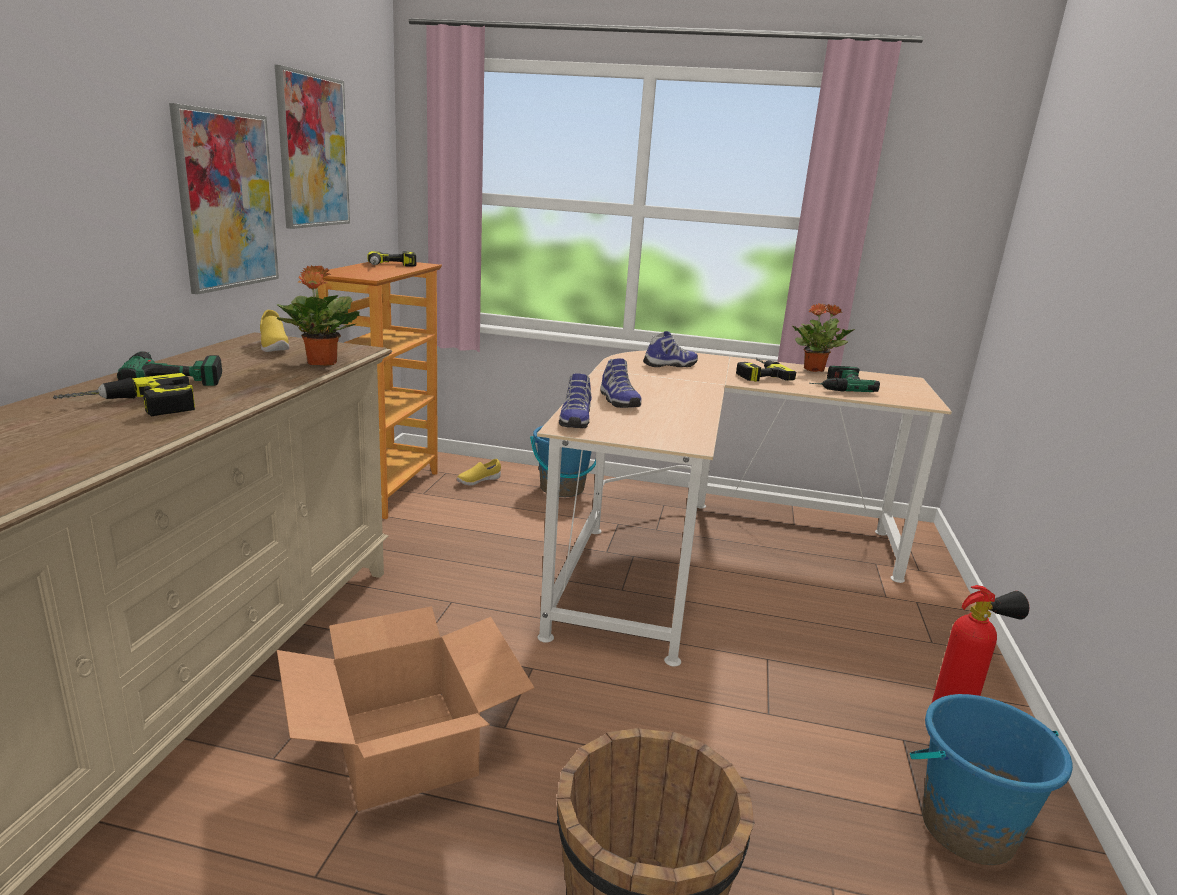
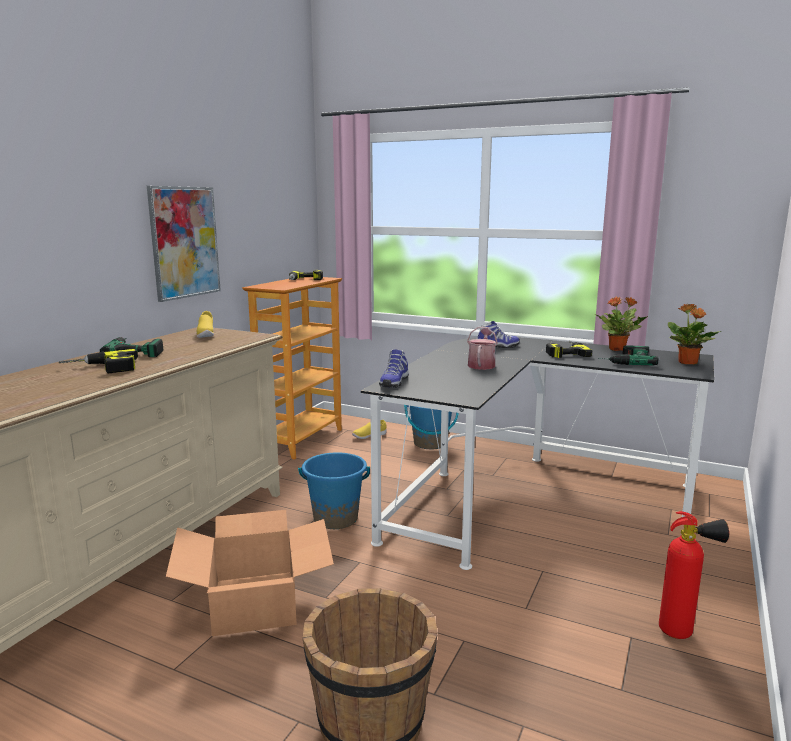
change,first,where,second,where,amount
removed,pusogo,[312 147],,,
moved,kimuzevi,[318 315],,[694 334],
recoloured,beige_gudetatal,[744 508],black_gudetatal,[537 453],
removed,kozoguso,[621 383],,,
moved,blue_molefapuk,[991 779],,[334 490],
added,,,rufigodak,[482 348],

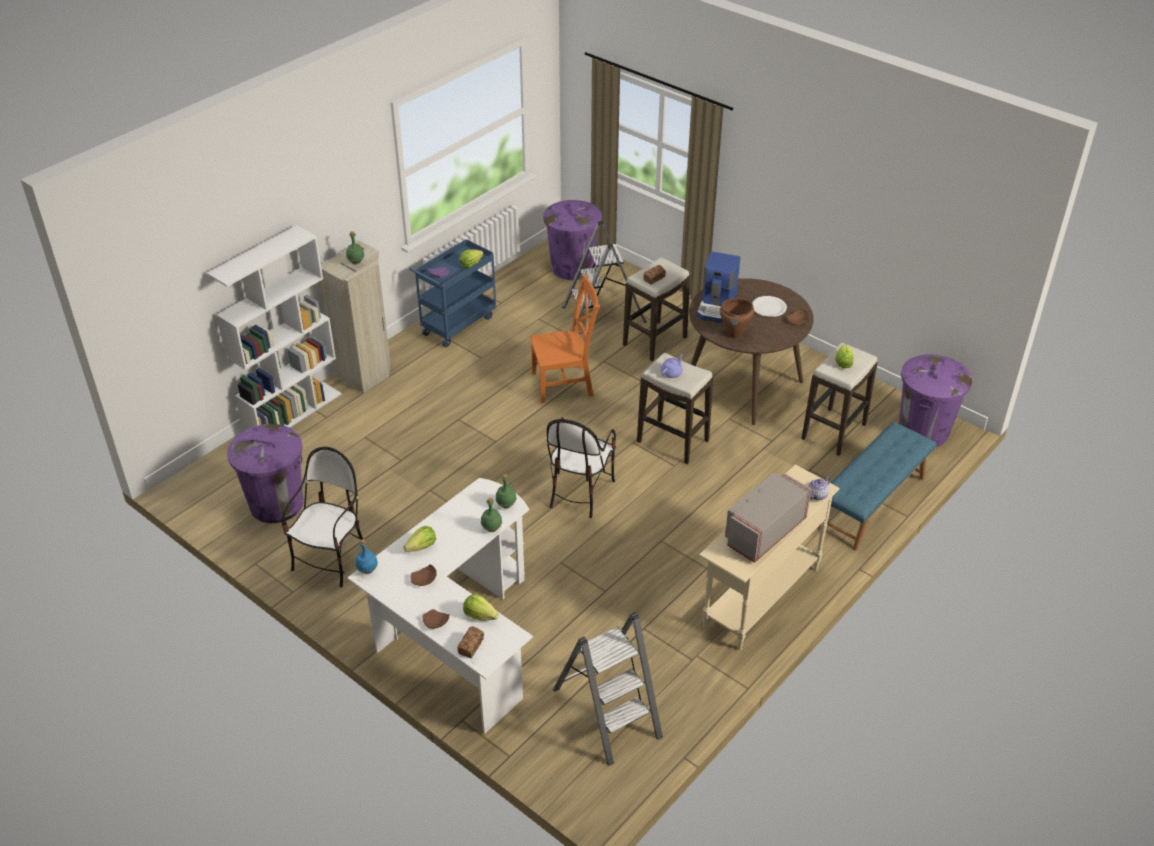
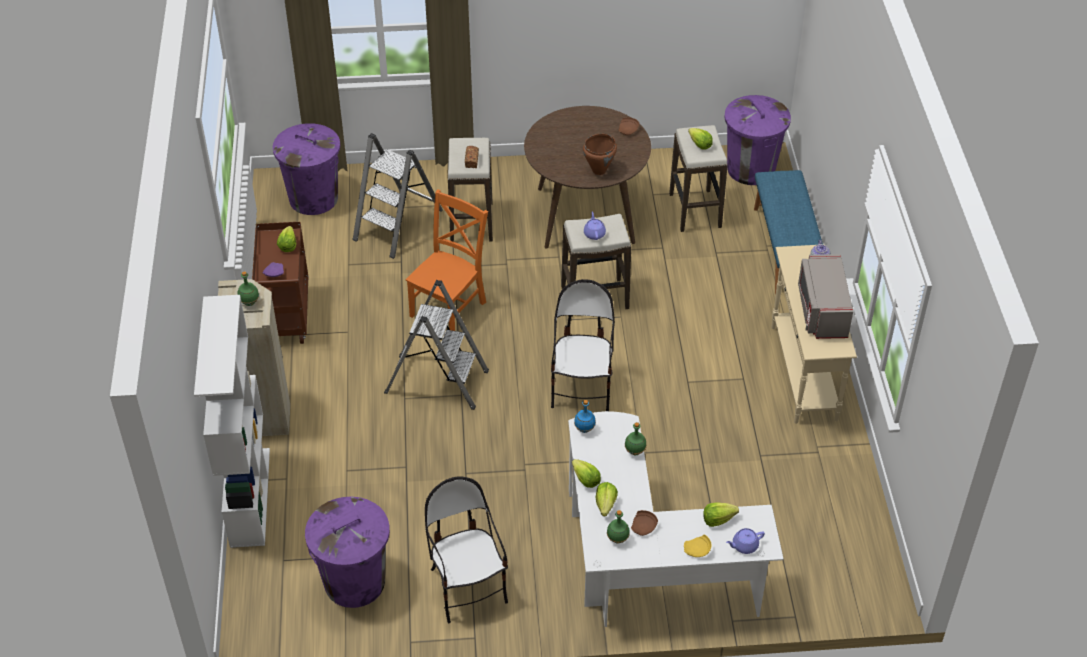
change,first,where,second,where,amount
recoloured,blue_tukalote,[452 293],brown_tukalote,[280 283],
removed,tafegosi,[718 287],,,
removed,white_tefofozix,[769 306],,,
turned,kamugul,[581 467],,[583 345],150 degrees counterclockwise
moved,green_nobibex,[506 491],,[618 527],
moved,blue_nobibex,[366 556],,[585 416],
recoloured,brown_tefofozix,[436 619],yellow_tefofozix,[698 546],
moved,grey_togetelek,[608 689],,[436 345],
replaced,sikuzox,[470 642],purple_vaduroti,[745 541],
added,,,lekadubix,[586 473],

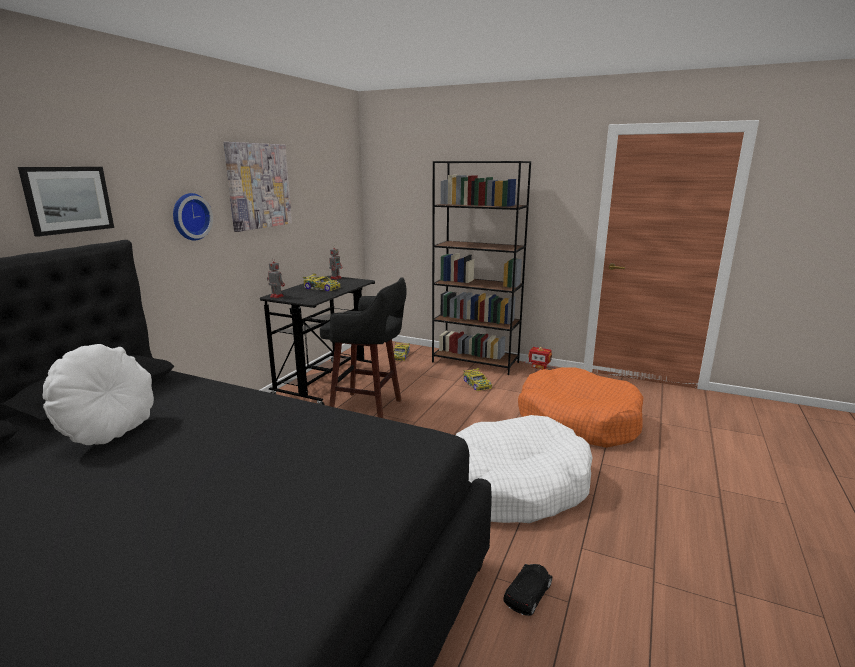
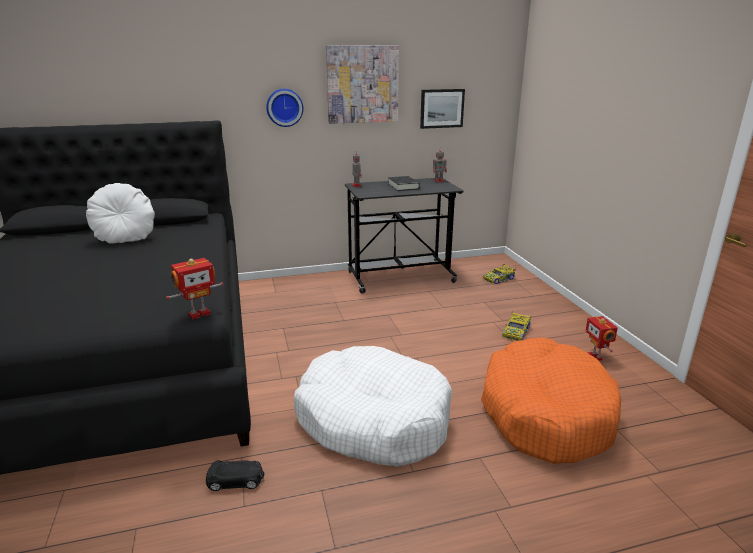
change,first,where,second,where,amount
removed,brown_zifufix,[481 268],,,
moved,pusogo,[66 202],,[442 109],
replaced,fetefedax,[322 282],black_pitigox,[404 183],
removed,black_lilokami,[363 347],,,
added,,,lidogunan,[194 288],

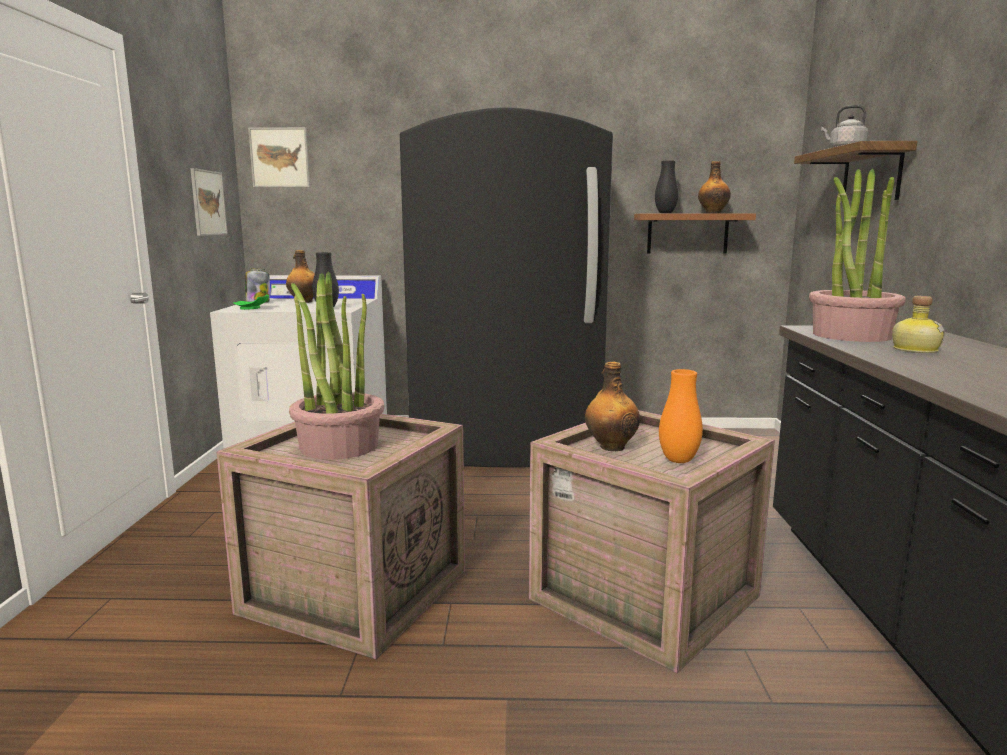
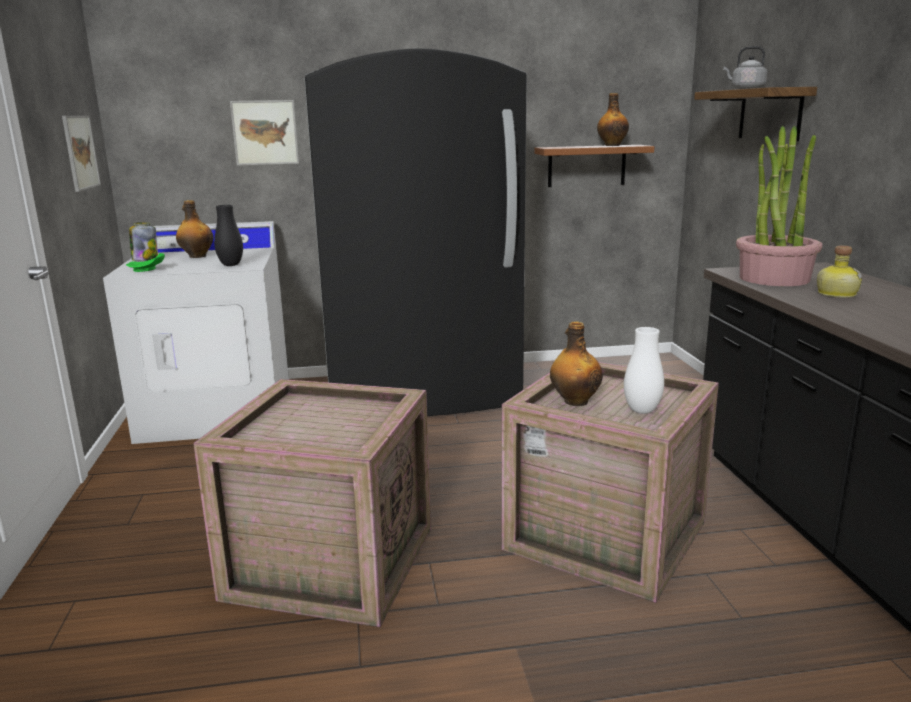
change,first,where,second,where,amount
moved,pusogo,[279 157],,[264 133],
removed,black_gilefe,[667 186],,,
removed,kimuzevi,[337 366],,,
recoloured,orange_gilefe,[681 416],white_gilefe,[644 370],

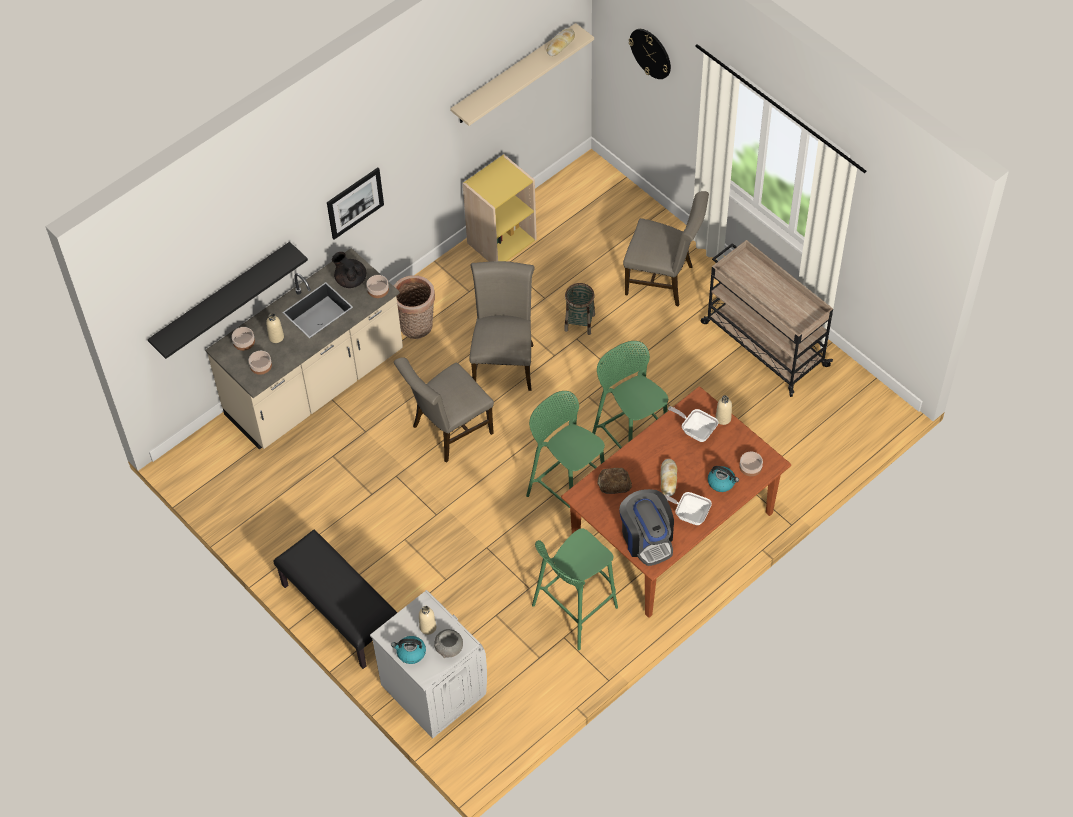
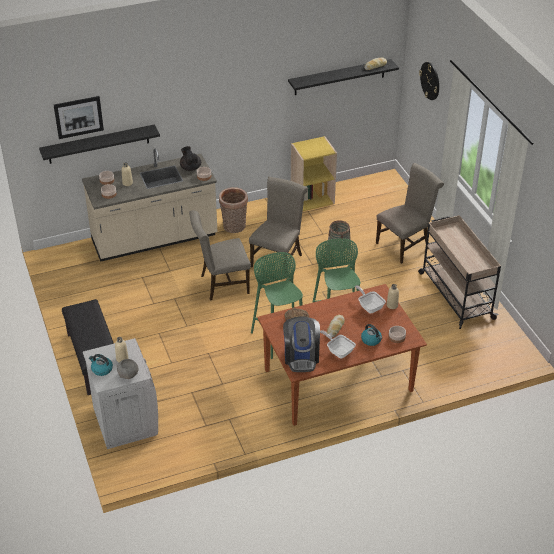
change,first,where,second,where,amount
recoloured,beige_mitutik,[522 74],black_mitutik,[343 77],
moved,pusogo,[355 204],,[79 117],
turned,beige_kamugul,[666 248],,[410 213],75 degrees counterclockwise
removed,green_lilokami,[575 589],,,

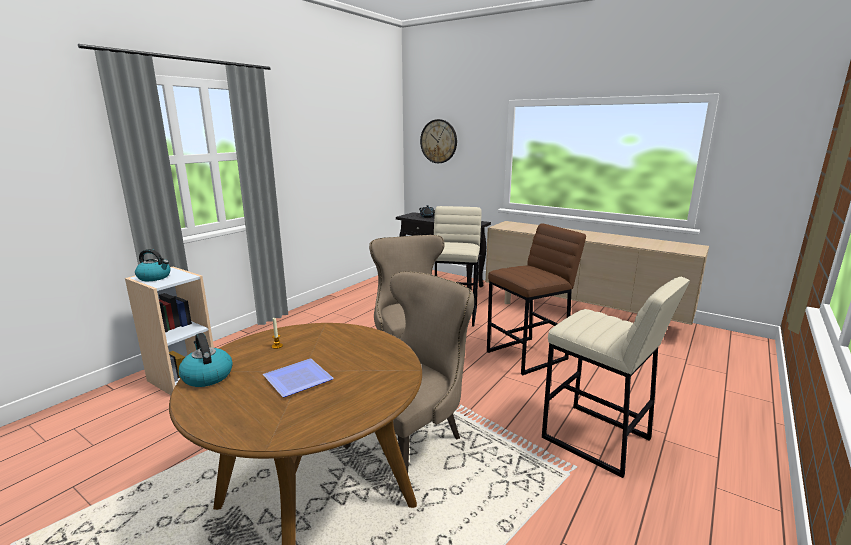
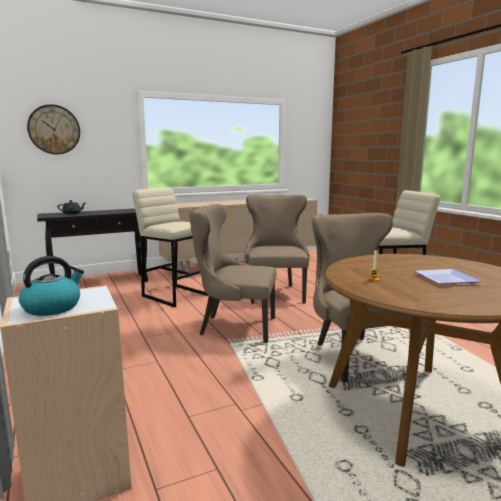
change,first,where,second,where,amount
replaced,brown_lilokami,[536 299],beige_kamugul,[277 249],
removed,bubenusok,[206 360],,,

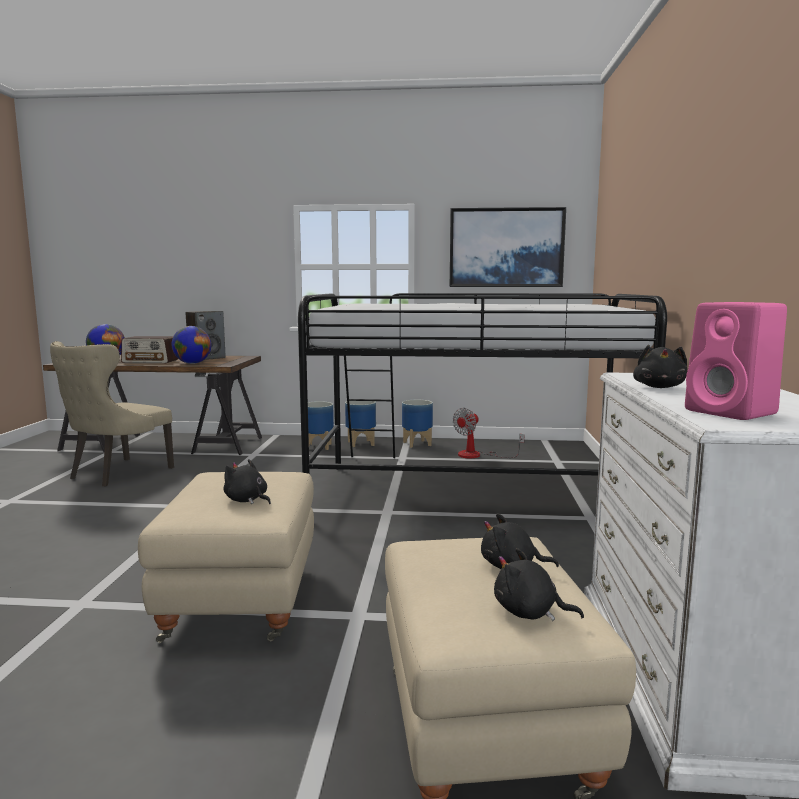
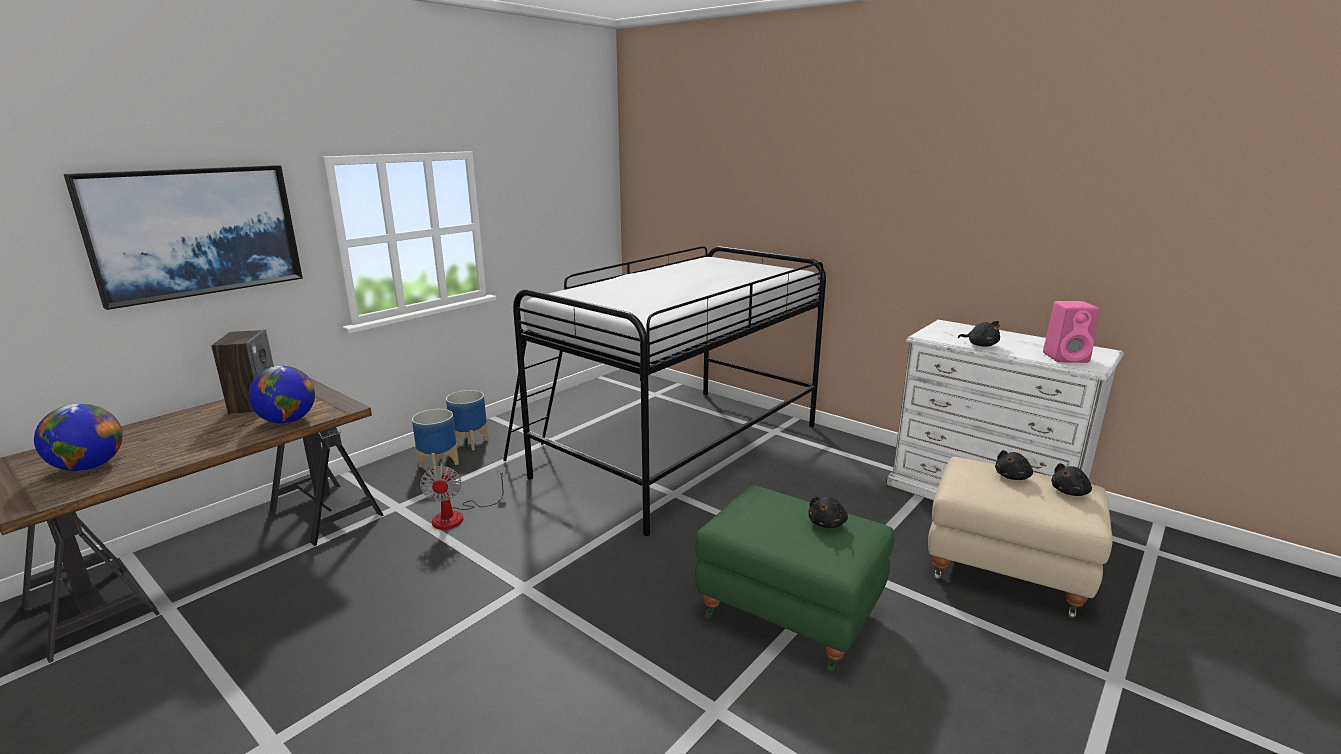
change,first,where,second,where,amount
moved,pusogo,[508 247],,[183 237],
removed,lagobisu,[149 349],,,
removed,beige_kamugul,[112 413],,,
removed,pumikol,[417 424],,,
moved,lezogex,[488 433],,[463 497],
turned,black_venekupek,[247 481],,[828 512],45 degrees counterclockwise
recoloured,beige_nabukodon,[226 557],green_nabukodon,[794 579],

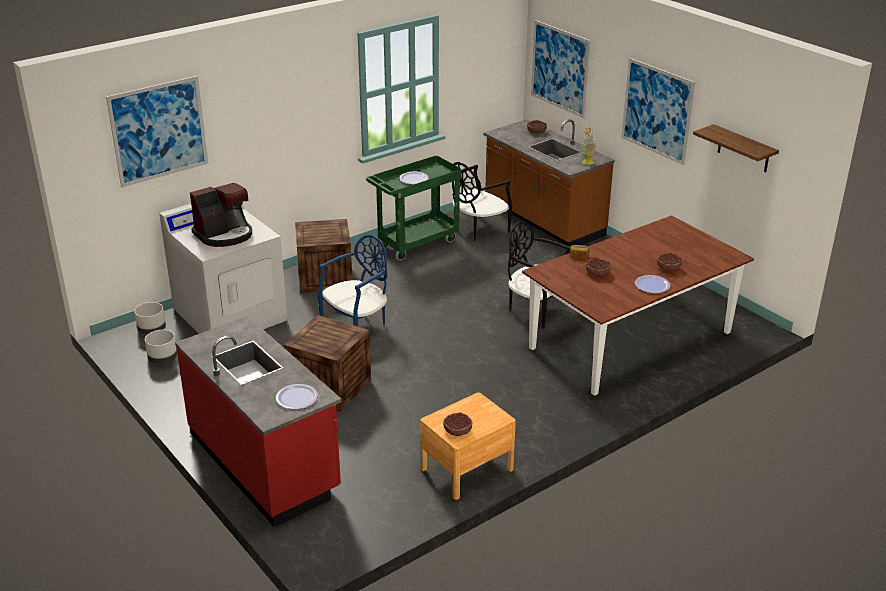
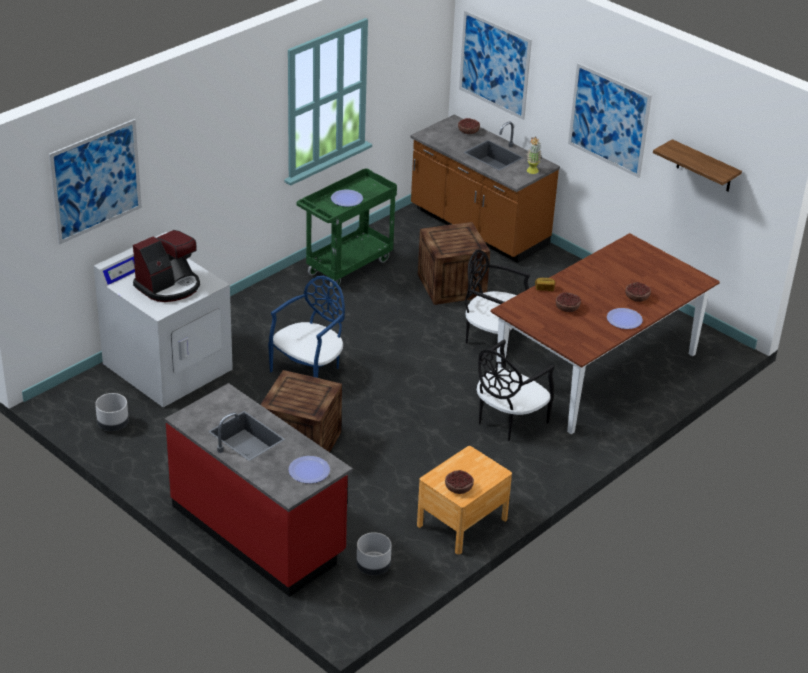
change,first,where,second,where,amount
moved,black_kamugul,[482 201],,[515 390],
moved,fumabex,[323 256],,[454 263],
moved,grey_pumikol,[150 318],,[374 553],

